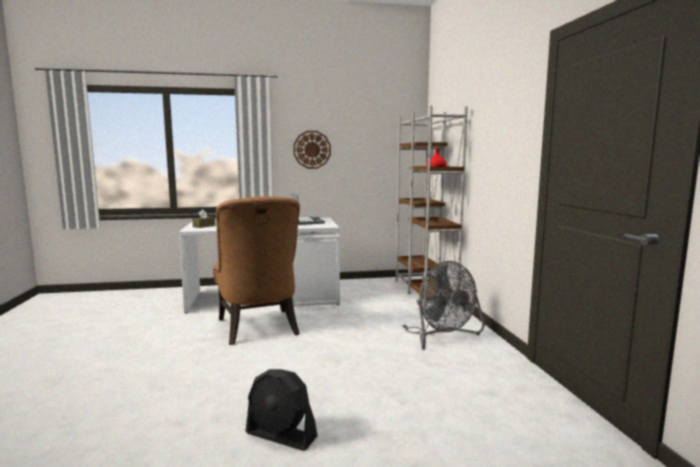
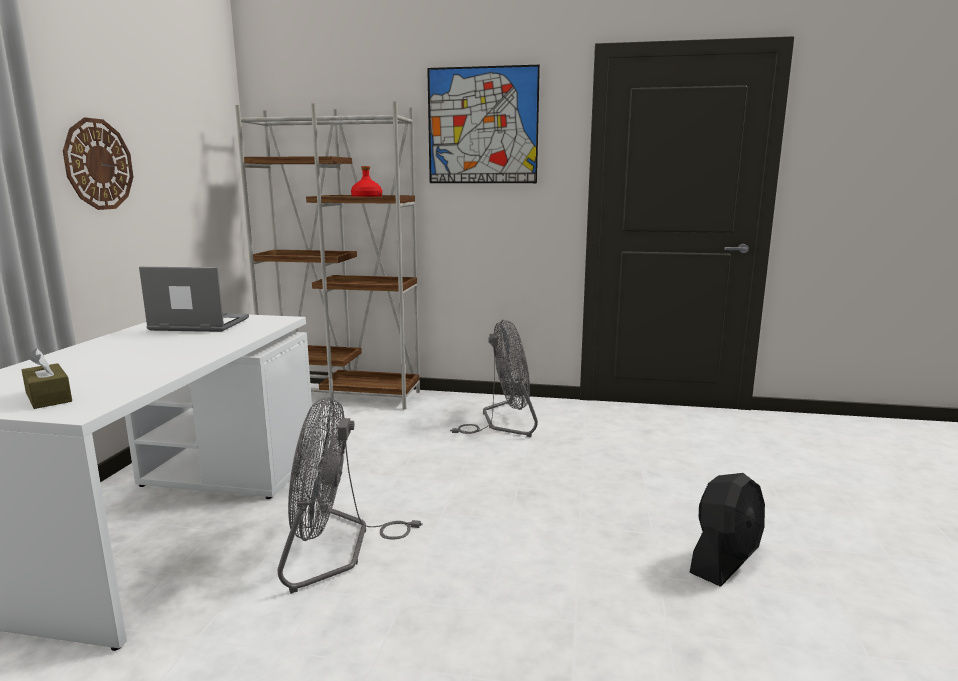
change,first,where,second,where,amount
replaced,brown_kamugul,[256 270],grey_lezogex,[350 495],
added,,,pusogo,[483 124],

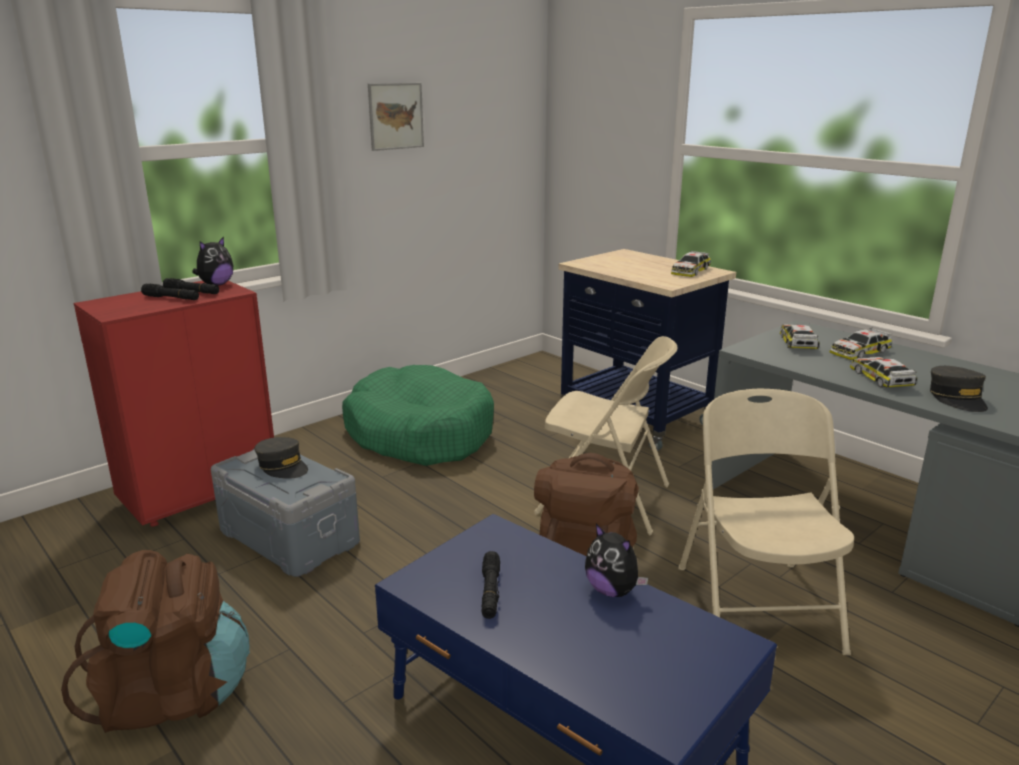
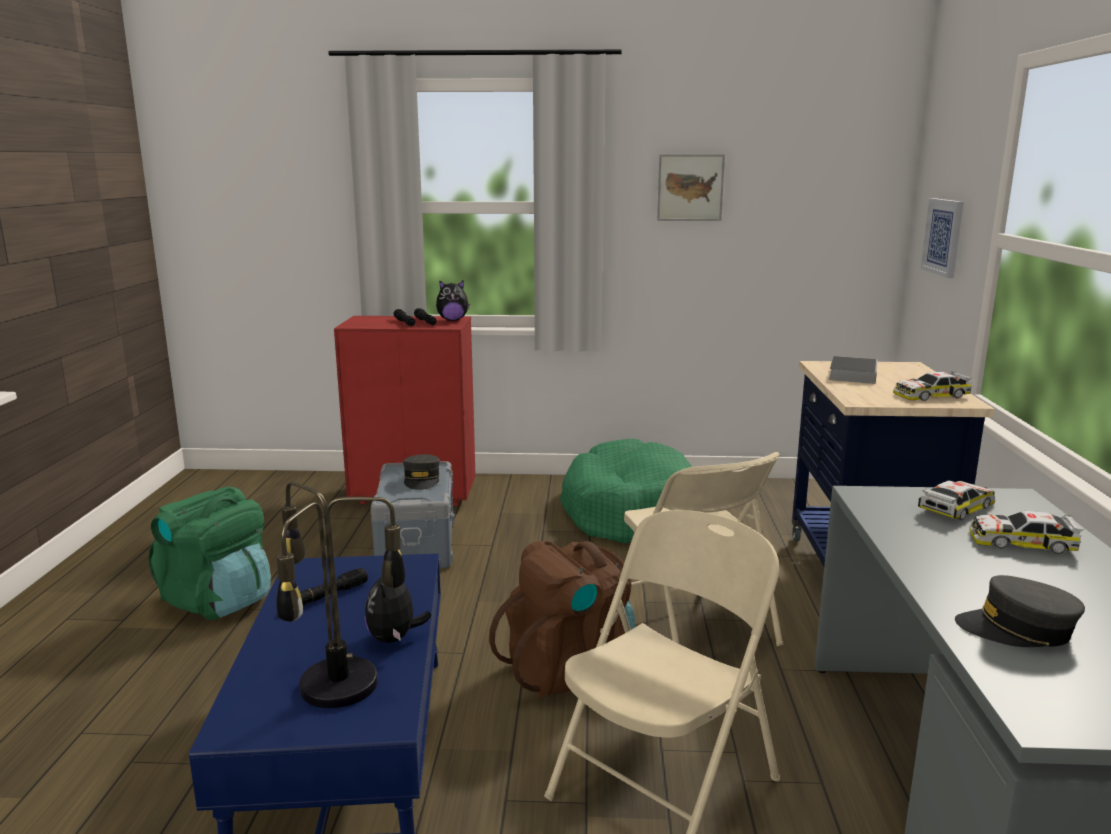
change,first,where,second,where,amount
removed,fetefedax,[883 372],,,
turned,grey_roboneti,[959 389],,[1020 611],60 degrees clockwise
recoloured,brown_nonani,[155 641],green_nonani,[210 553],
added,,,pusogo,[942 238],
added,,,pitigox,[853 370],
added,,,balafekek,[340 595],

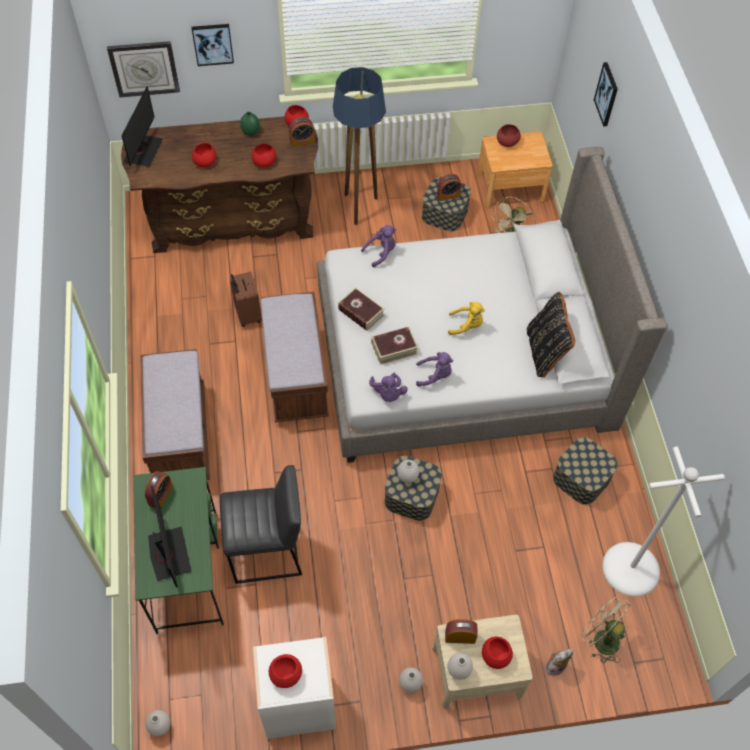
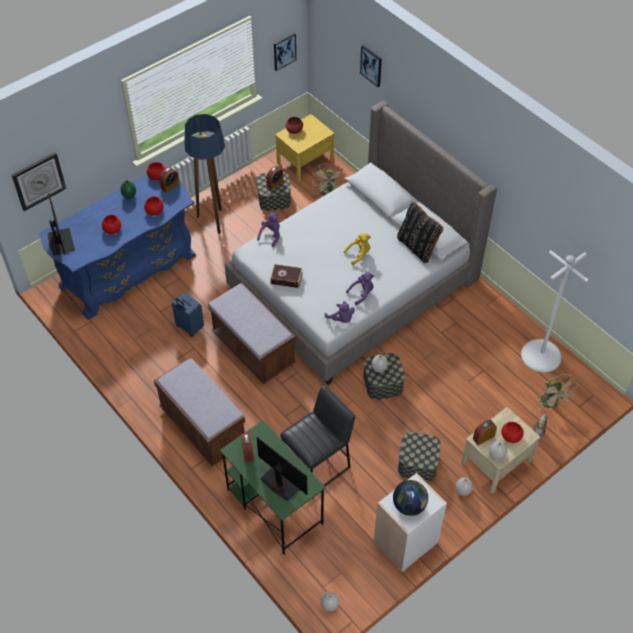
change,first,where,second,where,amount
moved,pusogo,[212 45],,[285 52],
recoloured,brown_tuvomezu,[219 184],blue_tuvomezu,[117 247],
recoloured,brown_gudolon,[515 170],yellow_gudolon,[305 148],
recoloured,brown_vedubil,[246 299],blue_vedubil,[188 315],
removed,pitigox,[394 346],,,
moved,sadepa,[585 471],,[419 457],
turned,beige_lezogex,[605 629],,[558 393],120 degrees counterclockwise
replaced,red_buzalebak,[285 671],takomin,[410 498],

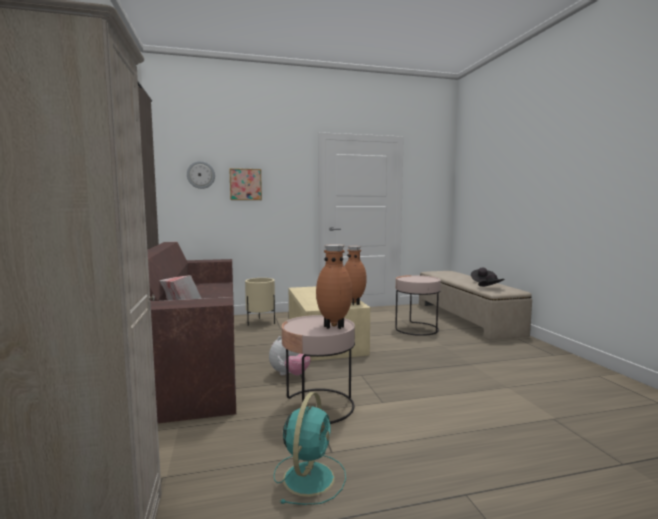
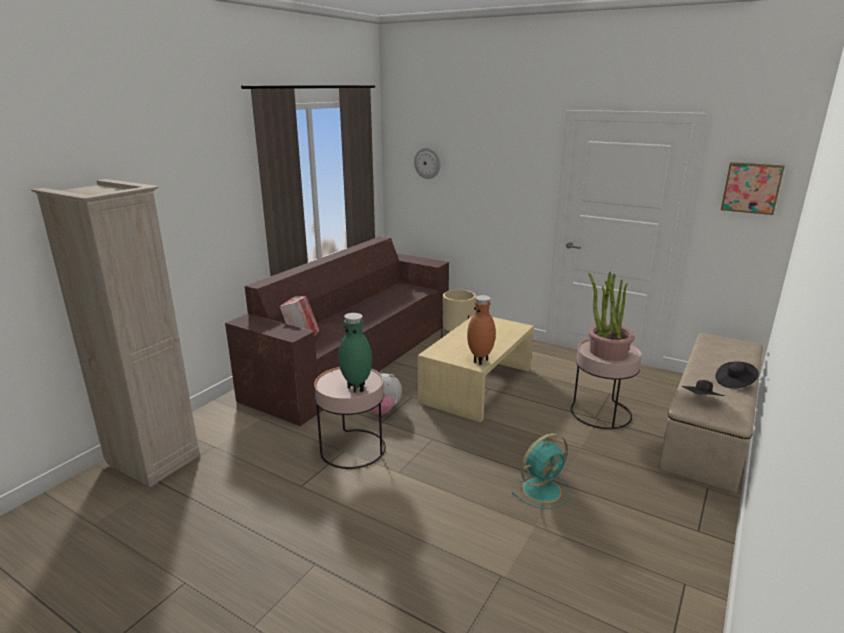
change,first,where,second,where,amount
moved,pusogo,[245 184],,[753 188],
recoloured,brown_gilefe,[334 286],green_gilefe,[355 353],
moved,turquoise_lezogex,[310 448],,[541 471],
added,,,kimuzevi,[611 316],

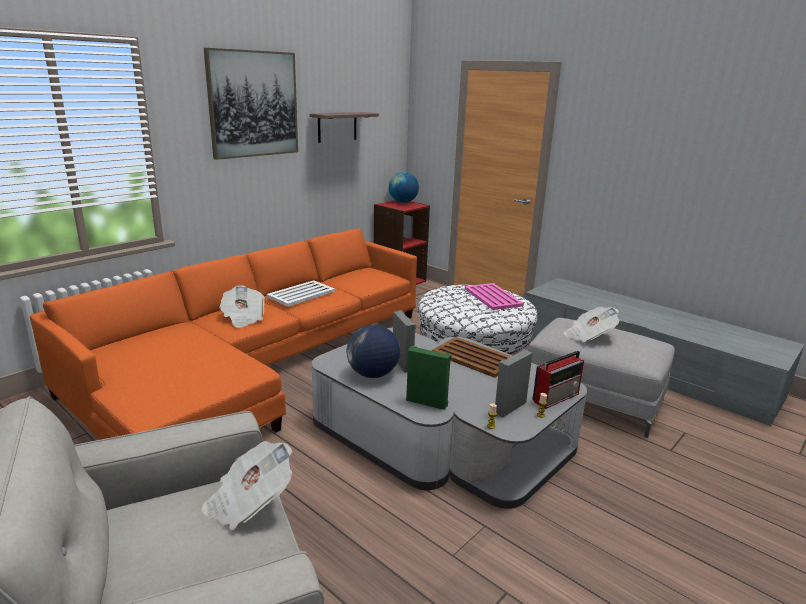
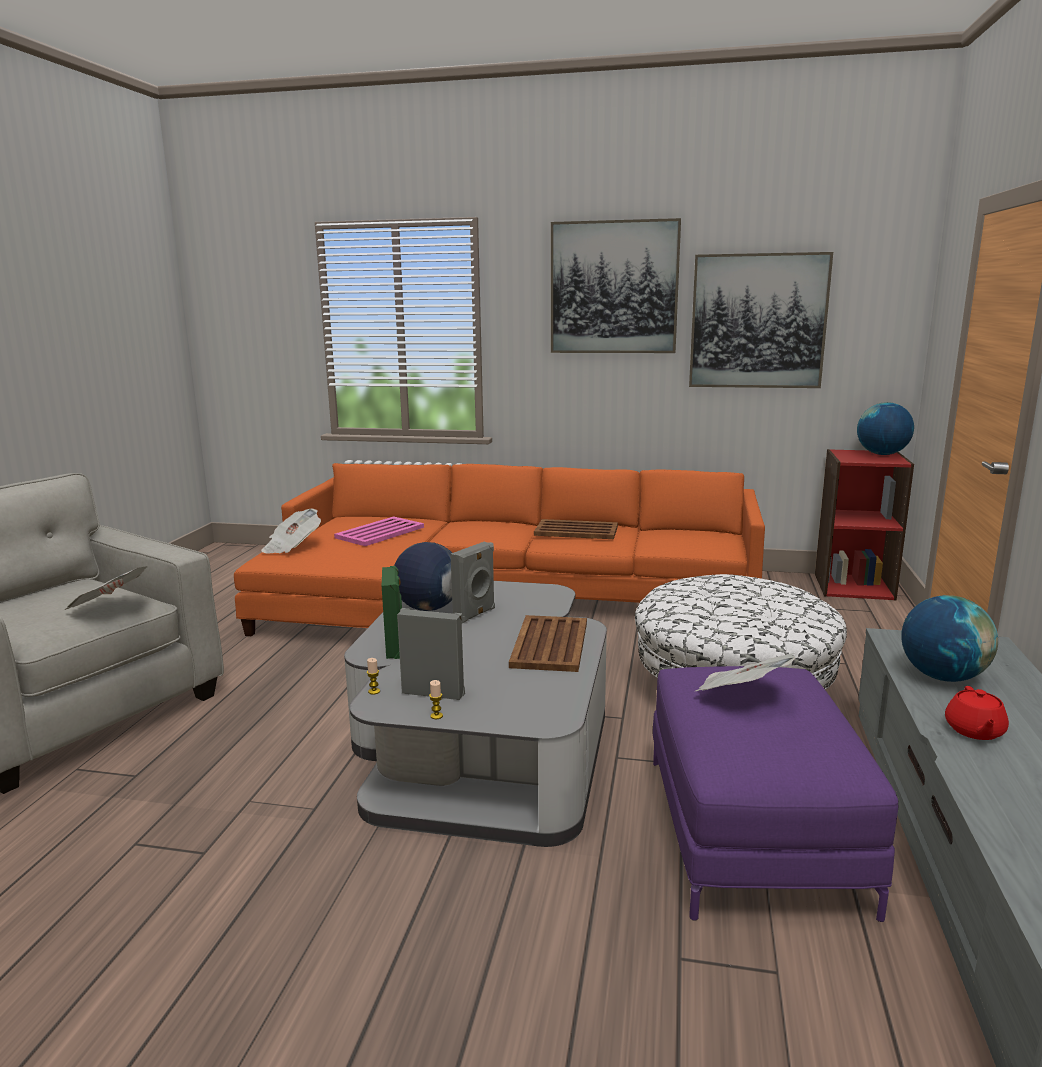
change,first,where,second,where,amount
replaced,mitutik,[344 127],pusogo,[761 320],
recoloured,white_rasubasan,[301 293],brown_rasubasan,[576 529],
moved,pink_rasubasan,[494 296],,[379 531],
moved,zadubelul,[242 306],,[291 531],
recoloured,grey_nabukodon,[601 378],purple_nabukodon,[776 794],
removed,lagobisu,[558 380],,,
added,,,takomin,[949 638],
added,,,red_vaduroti,[977 713],

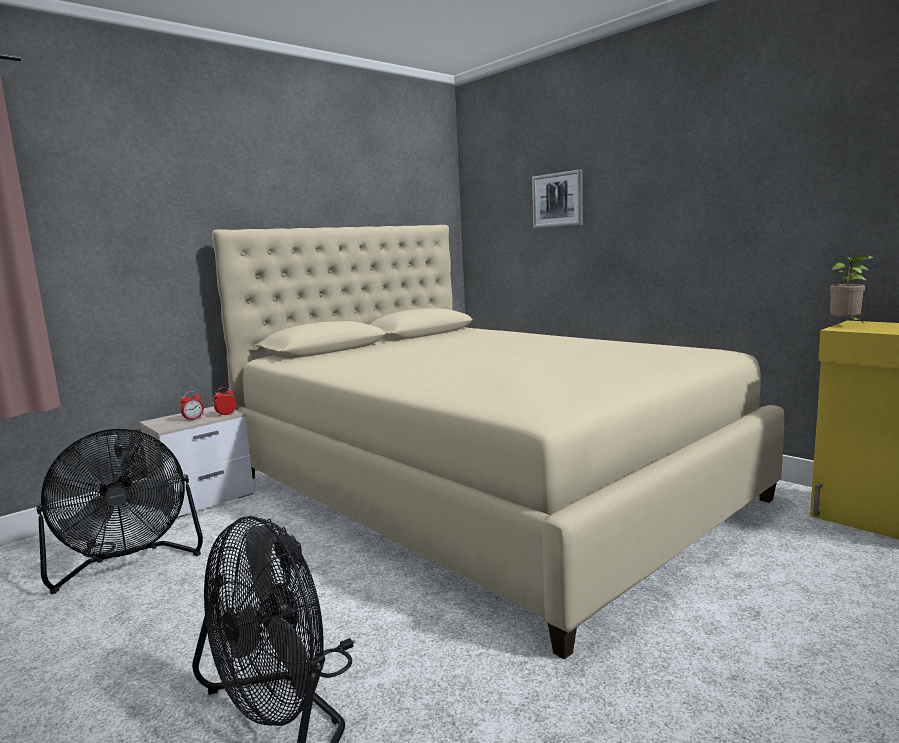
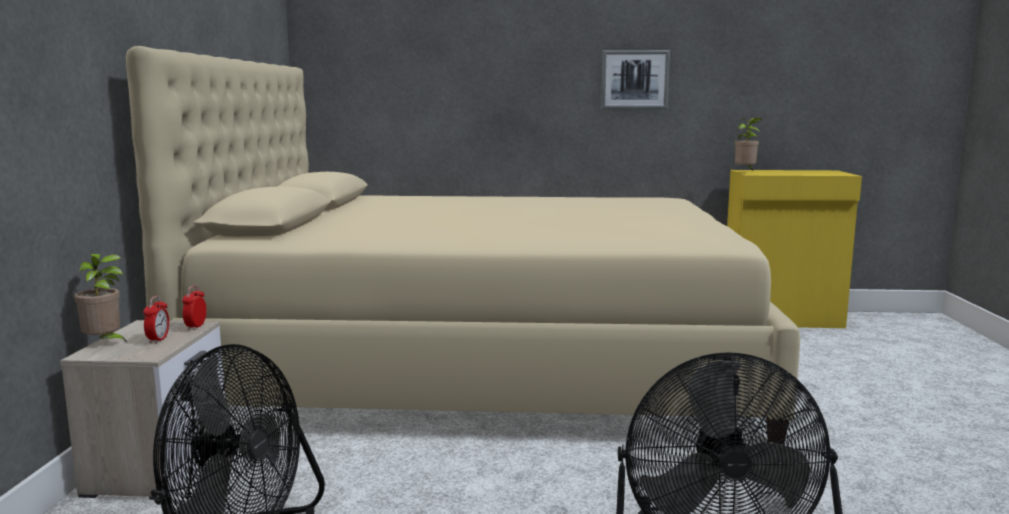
change,first,where,second,where,amount
moved,pusogo,[557 198],,[635 79],
added,,,kimuzevi,[101 299],

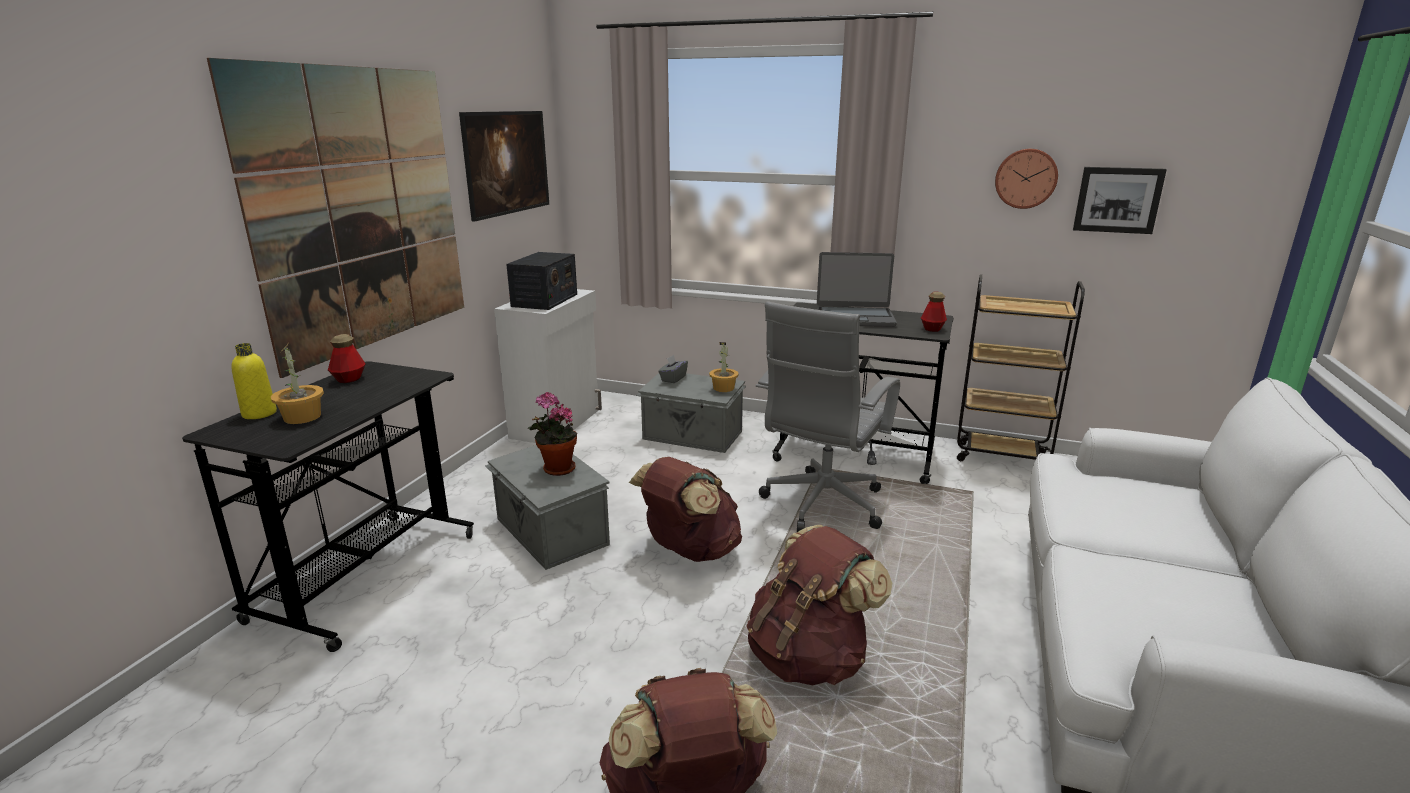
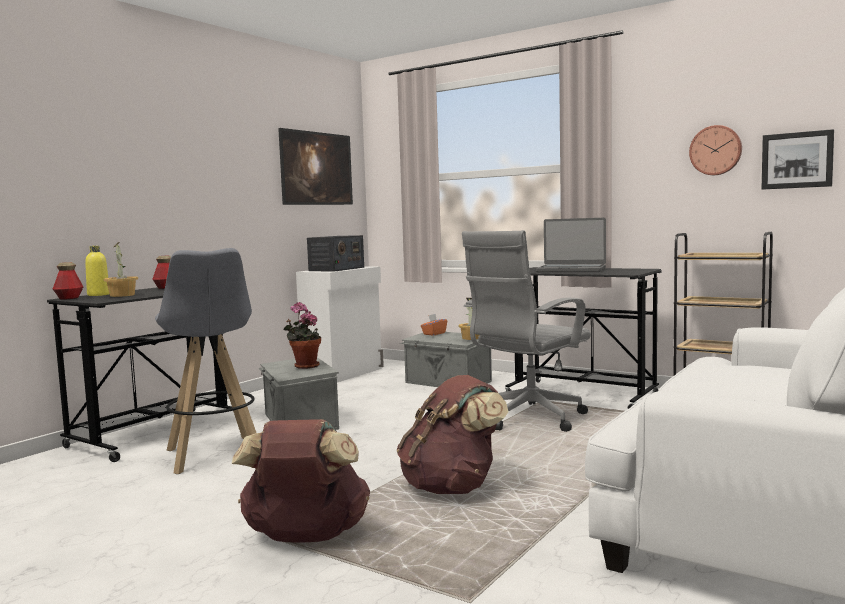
change,first,where,second,where,amount
removed,pusogo,[335 218],,,
moved,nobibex,[934 312],,[68 281],
recoloured,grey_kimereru,[673 369],orange_kimereru,[434 325],
removed,brown_nonani,[685 509],,,
added,,,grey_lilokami,[205 361],

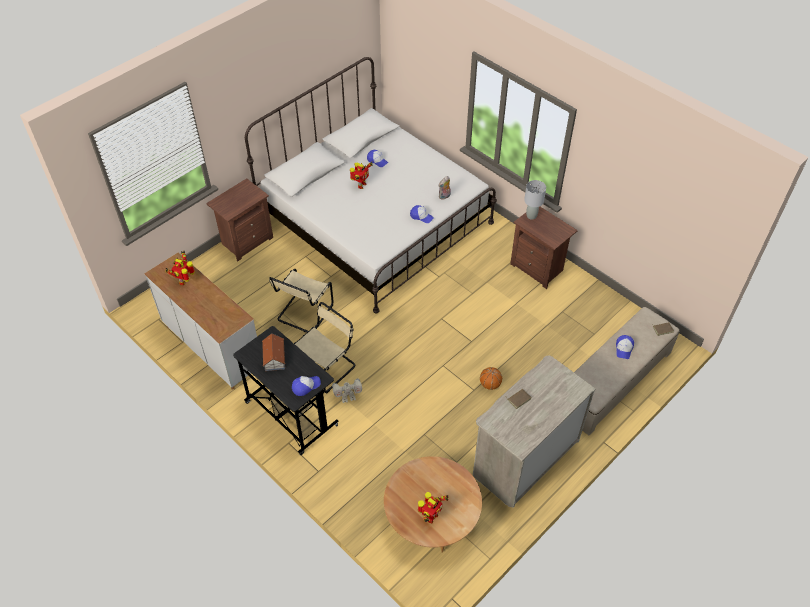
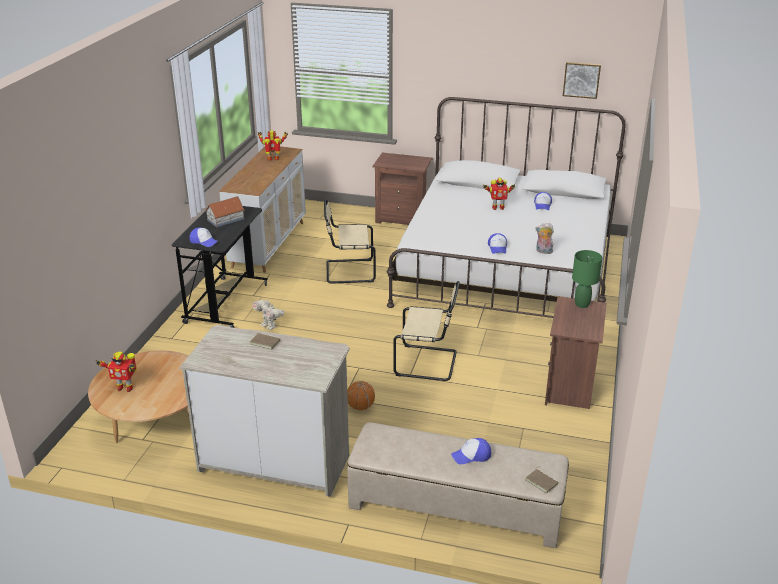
change,first,where,second,where,amount
recoloured,grey_balafekek,[535 200],green_balafekek,[587 279],
moved,beige_kamugul,[324 348],,[426 331],
added,,,pusogo,[582 80],

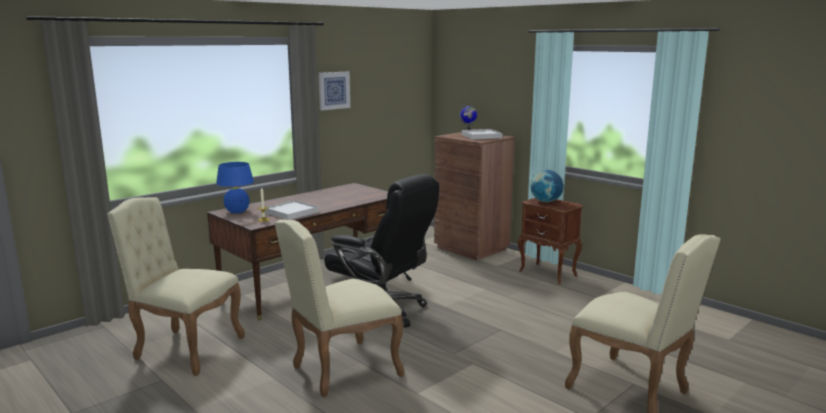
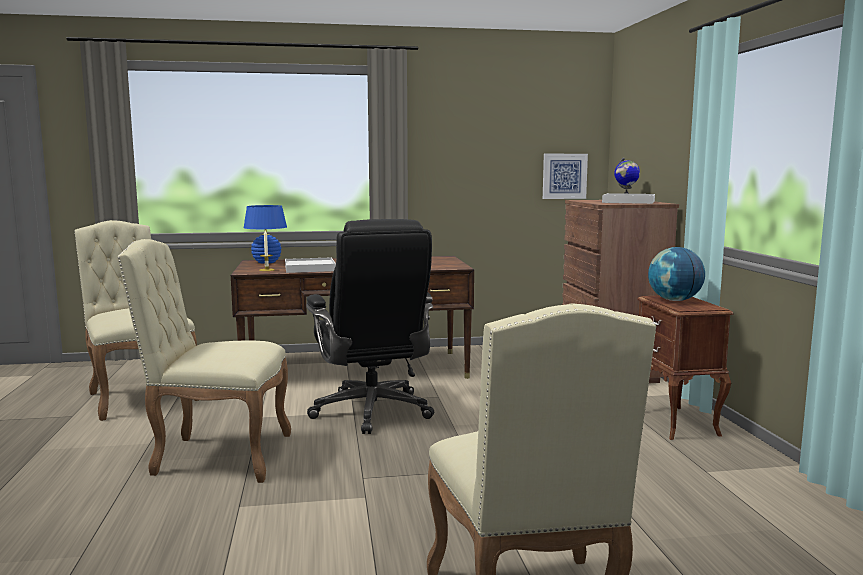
change,first,where,second,where,amount
moved,pusogo,[334 91],,[565 176],

